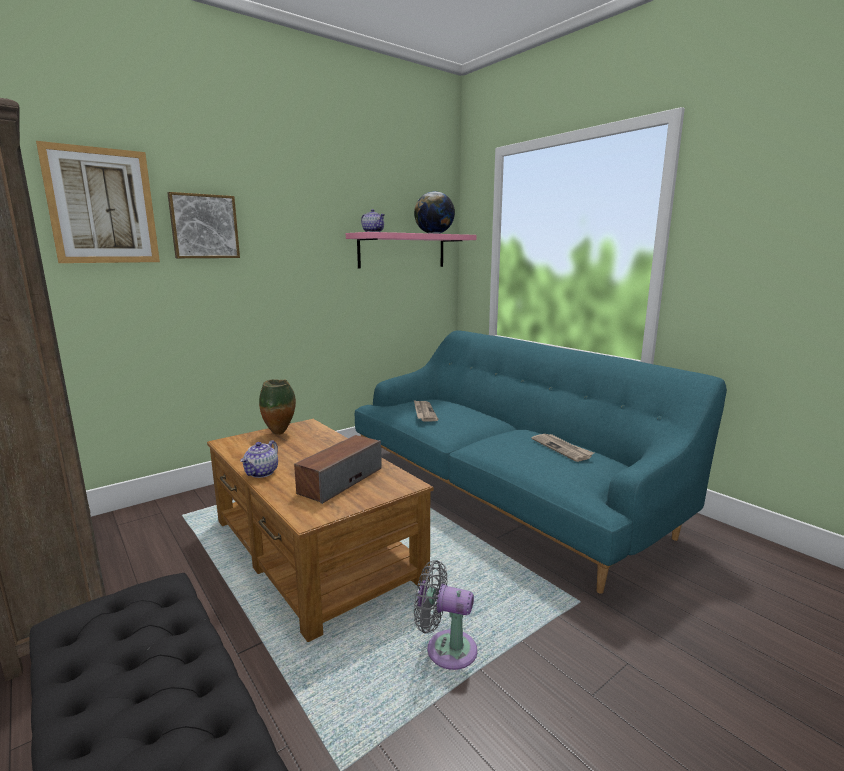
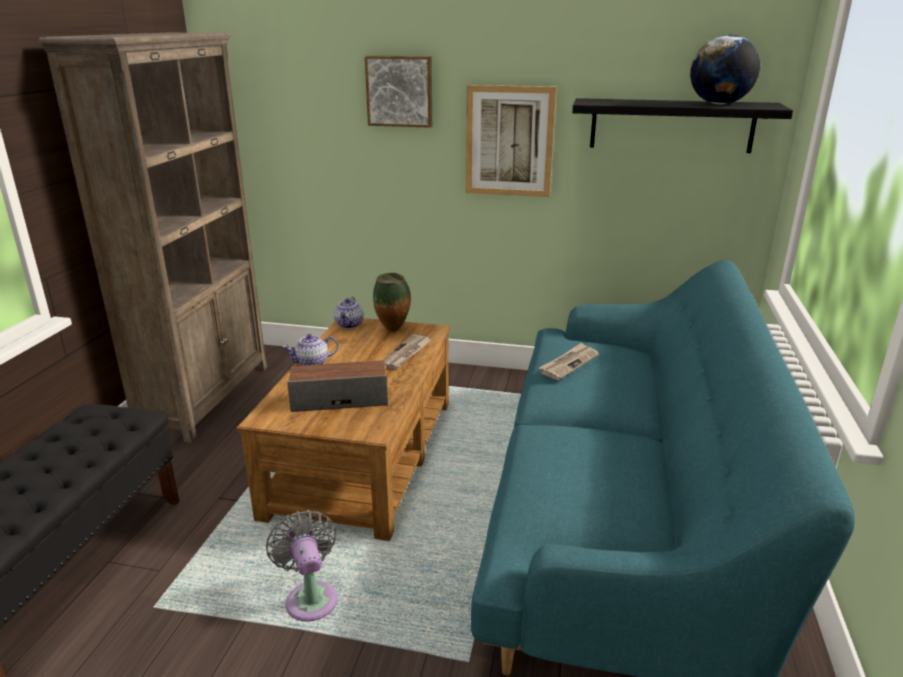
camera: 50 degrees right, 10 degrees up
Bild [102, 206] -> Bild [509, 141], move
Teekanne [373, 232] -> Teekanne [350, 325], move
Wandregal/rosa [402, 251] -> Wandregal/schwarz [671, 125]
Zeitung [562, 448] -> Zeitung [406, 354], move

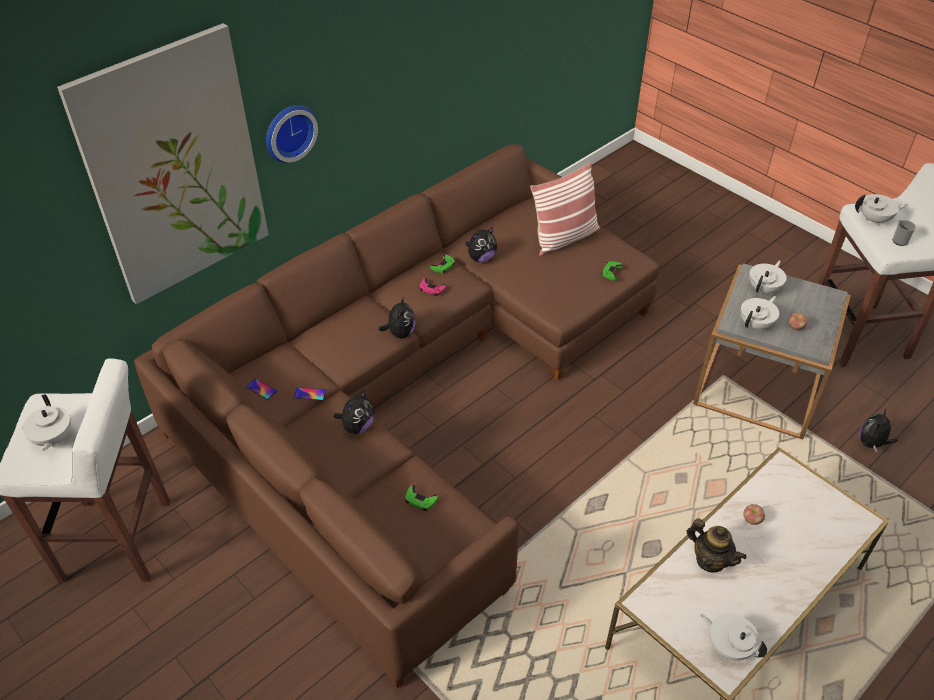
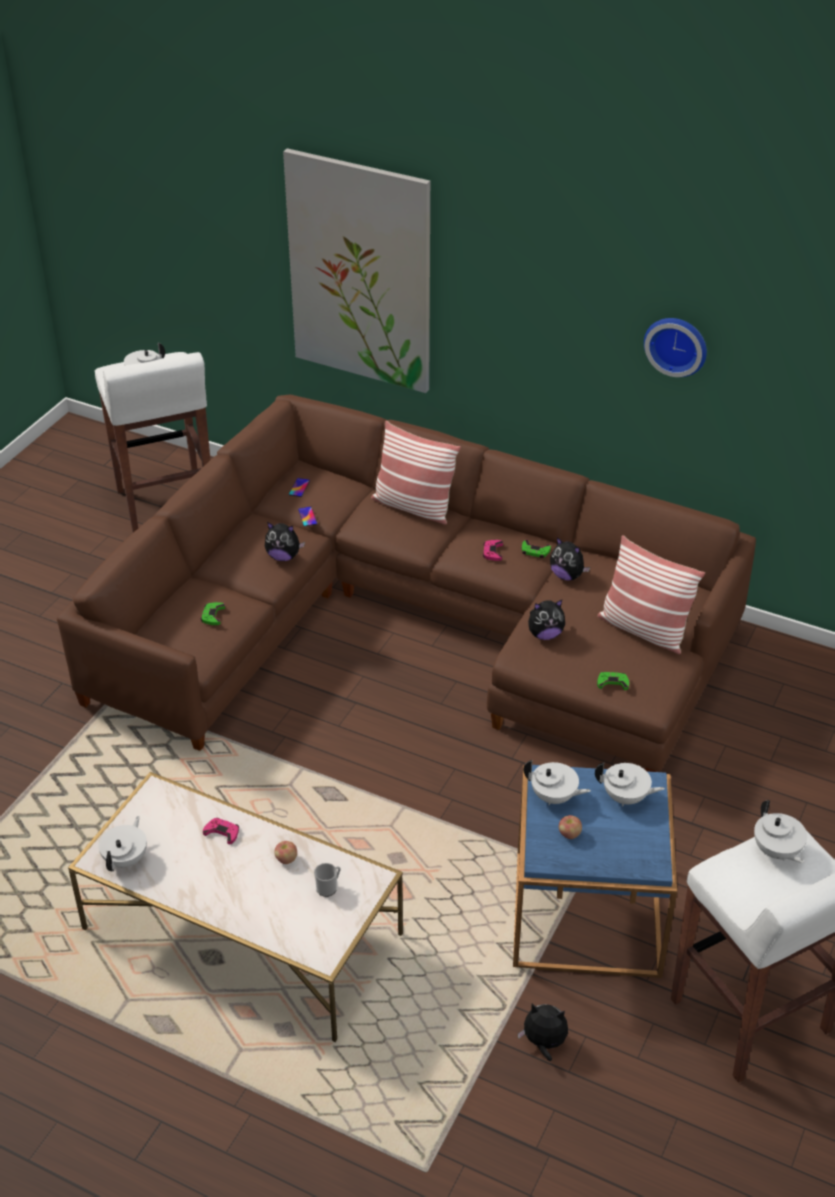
camera: 70 degrees right, 5 degrees down
Wanduhr [288, 131] -> Wanduhr [677, 344], move
Henkelbecher [899, 239] -> Henkelbecher [328, 887], move
Beistelltisch/grau [758, 385] -> Beistelltisch/blau [587, 913]
Plüschtier [400, 333] -> Plüschtier [545, 634], move
Teekanne [710, 560] -> Gamepad/rosa [222, 832]
none -> Kissen [413, 506]

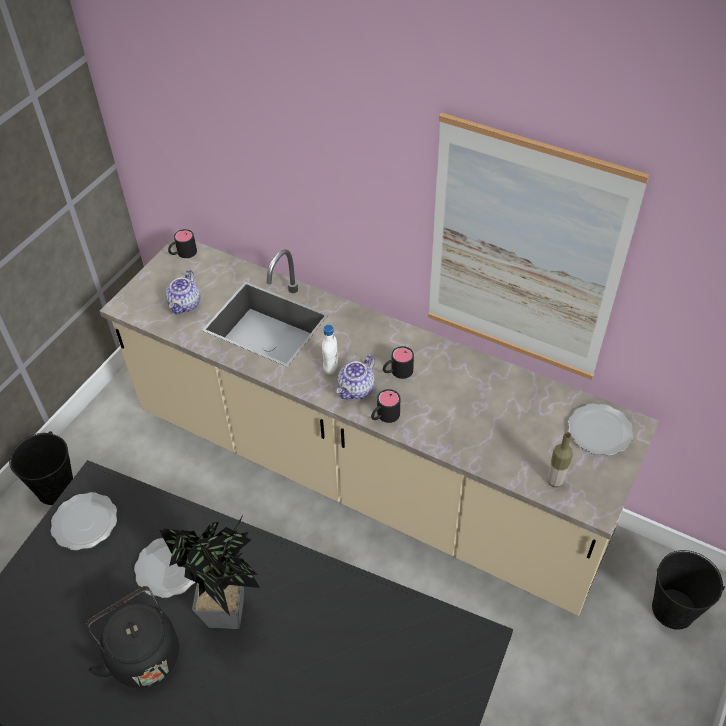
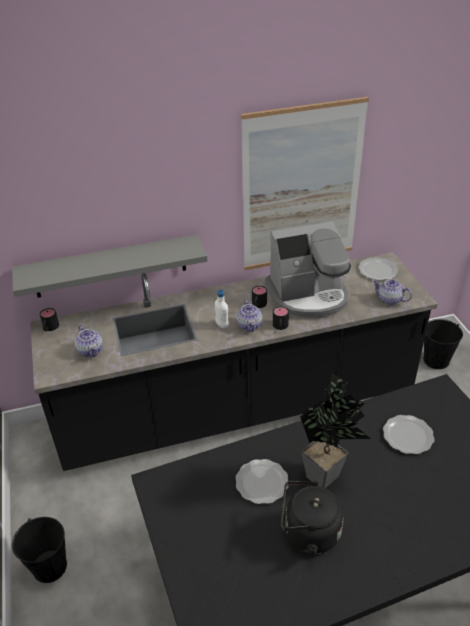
camera: 45 degrees left, 10 degrees down
Küchenzeile/beige [366, 476] -> Küchenzeile/schwarz [238, 410]
Flasche [555, 481] -> Teekanne [389, 300]
Teller [86, 522] -> Teller [407, 435], move
none -> Kaffeemaschine [308, 296]
none -> Wandregal/grau [110, 266]

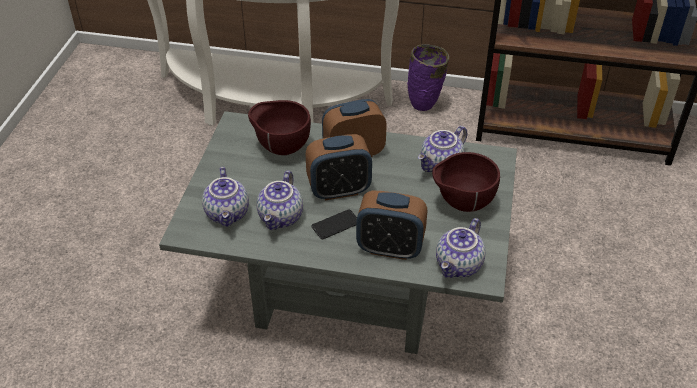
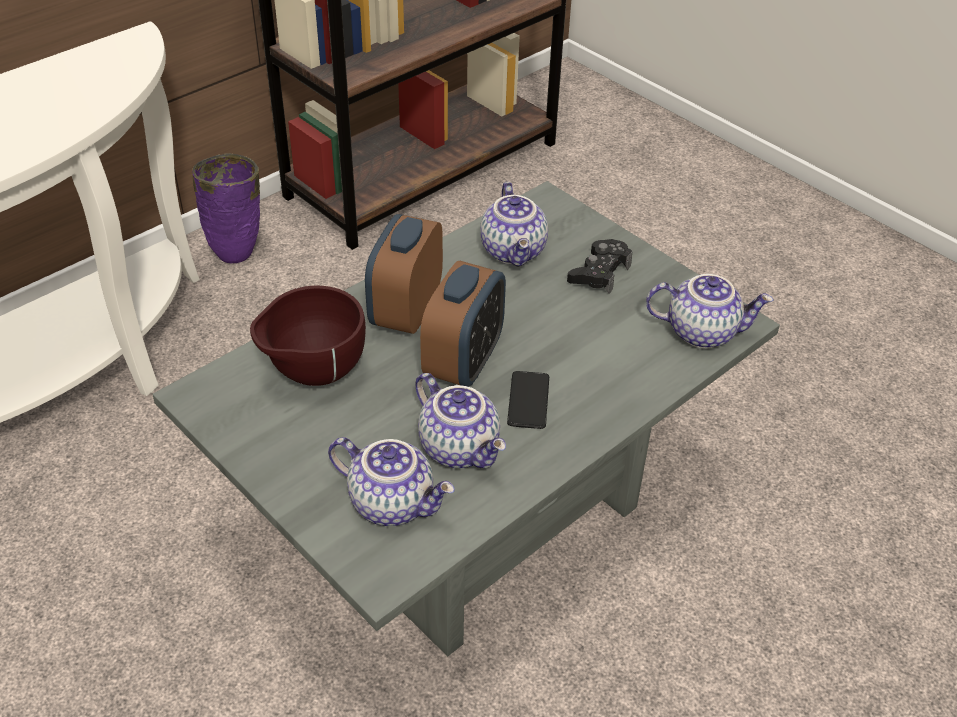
camera: 55 degrees left, 0 degrees up
Schüssel/braun [462, 204] -> Gamepad/schwarz [599, 272]
Wecker [390, 248] -> none
Teekanne [459, 266] -> Teekanne [702, 331], 60 degrees counterclockwise

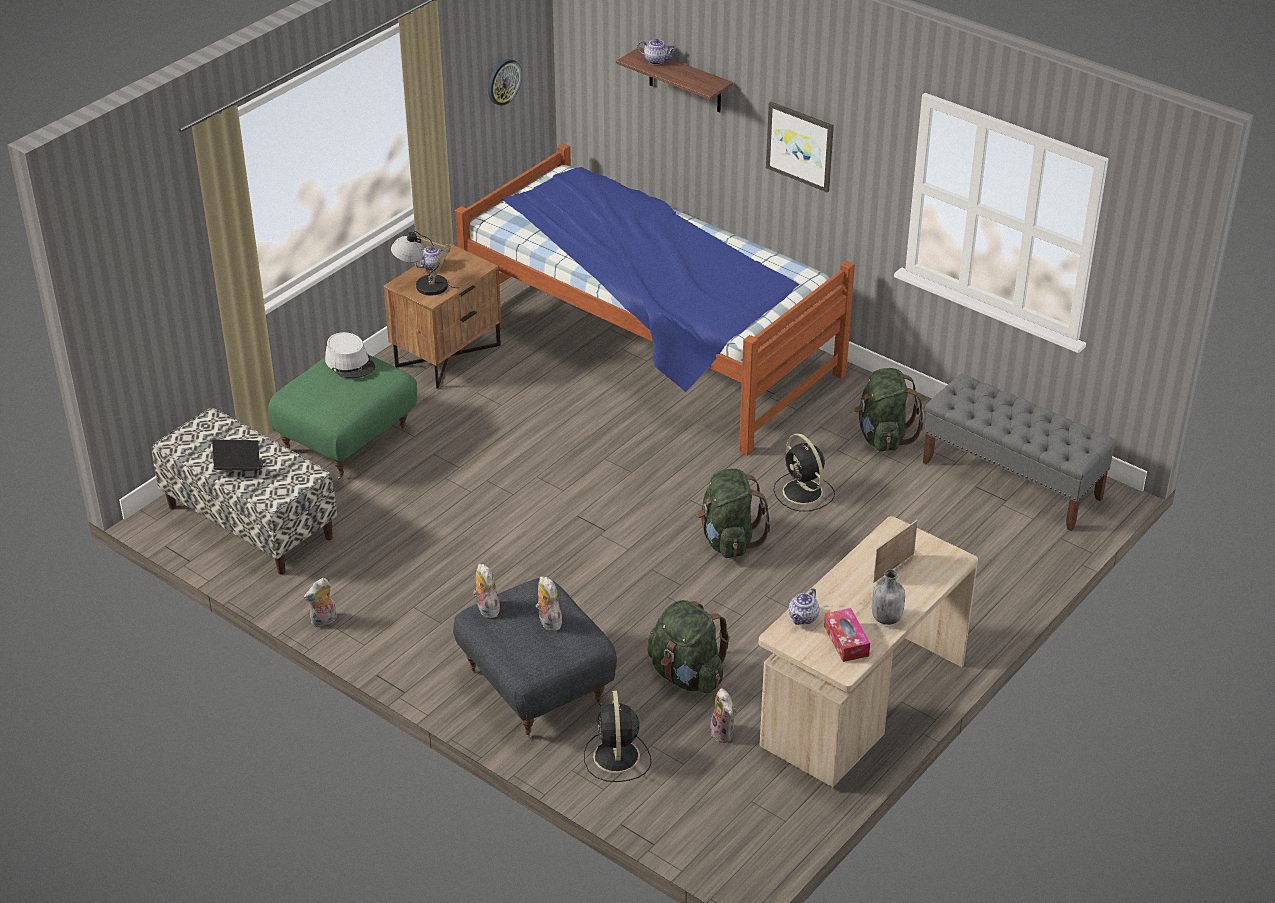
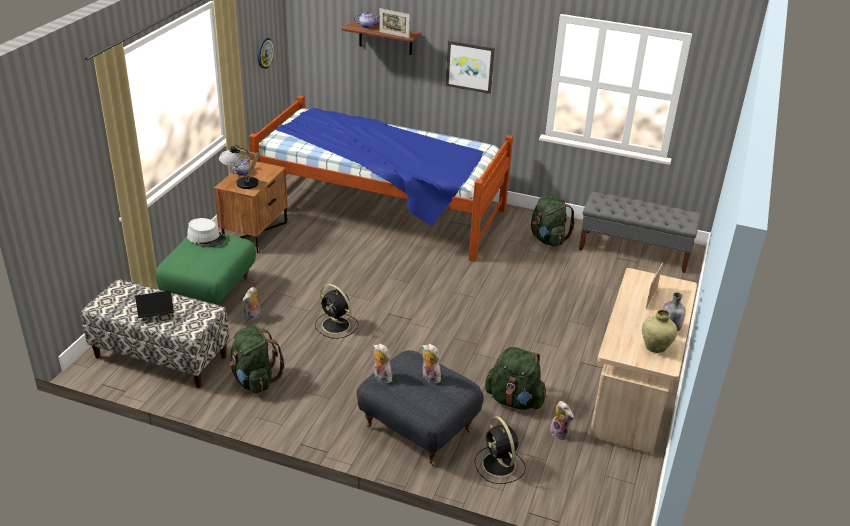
camera: 20 degrees left, 5 degrees down
Ventilator/schwarz [803, 493] -> Ventilator/schwarz [337, 326], move
Rucksack/grün [729, 540] -> Rucksack/grün [254, 380], move
Plüschtier [324, 621] -> Plüschtier [253, 317], move
Teekanne [803, 618] -> none
Taschentuchbox [846, 641] -> Vase/beige [655, 347]
none -> Bilderrahmen [394, 34]

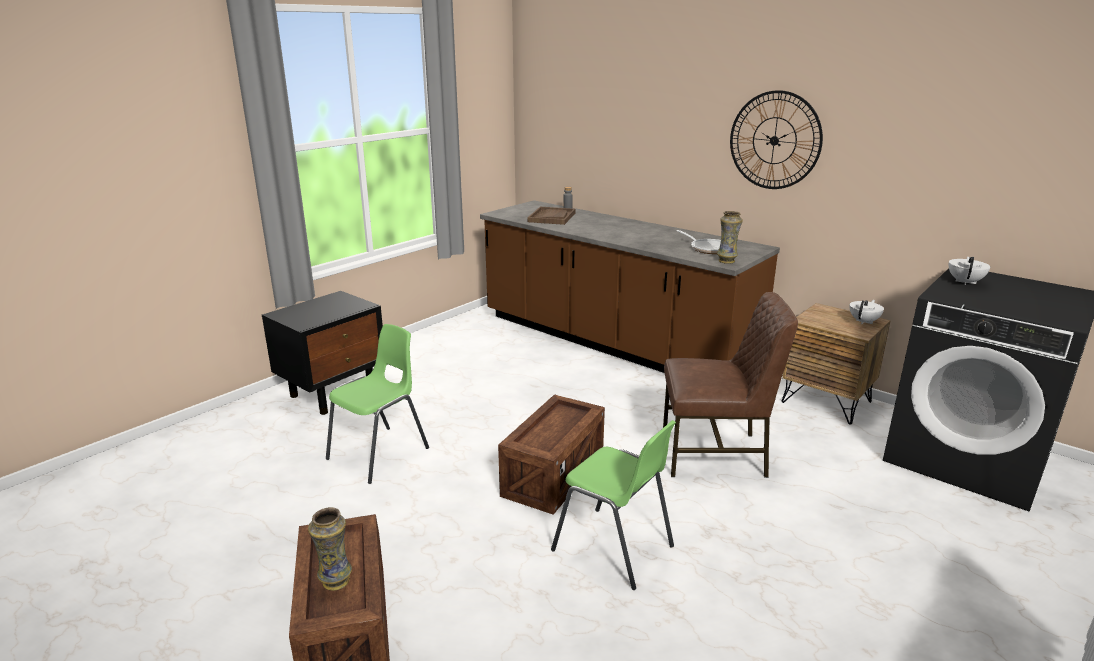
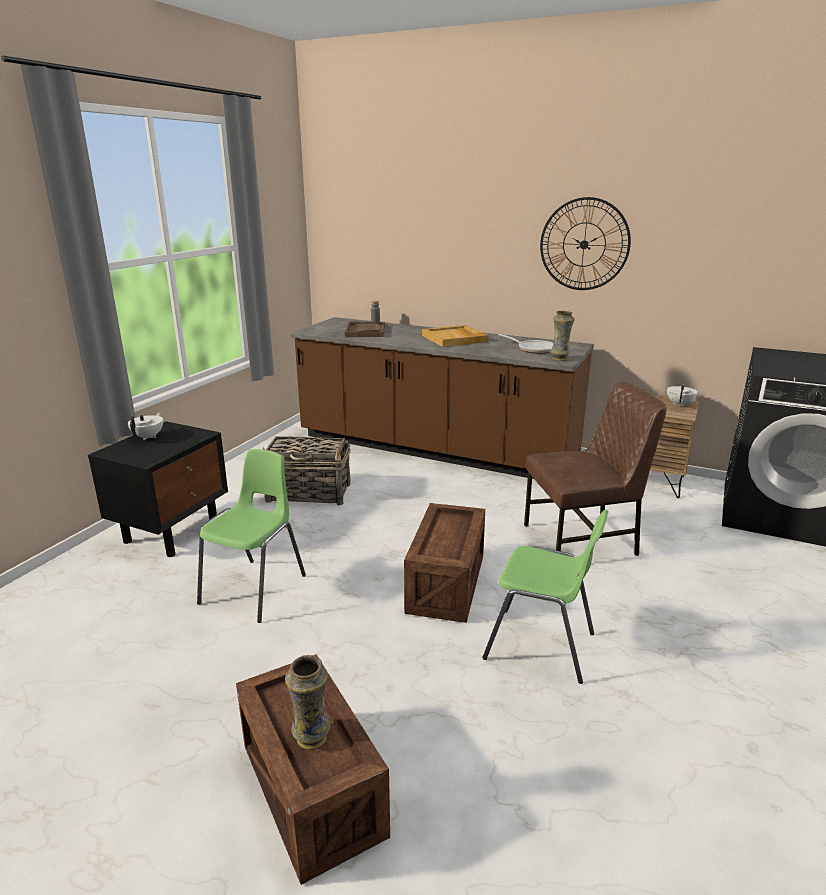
camera: 15 degrees left, 0 degrees up
Teekanne/weiß [965, 282] -> Teekanne/weiß [149, 437], move
none -> Tablett/beige [455, 339]
none -> Korb [309, 493]

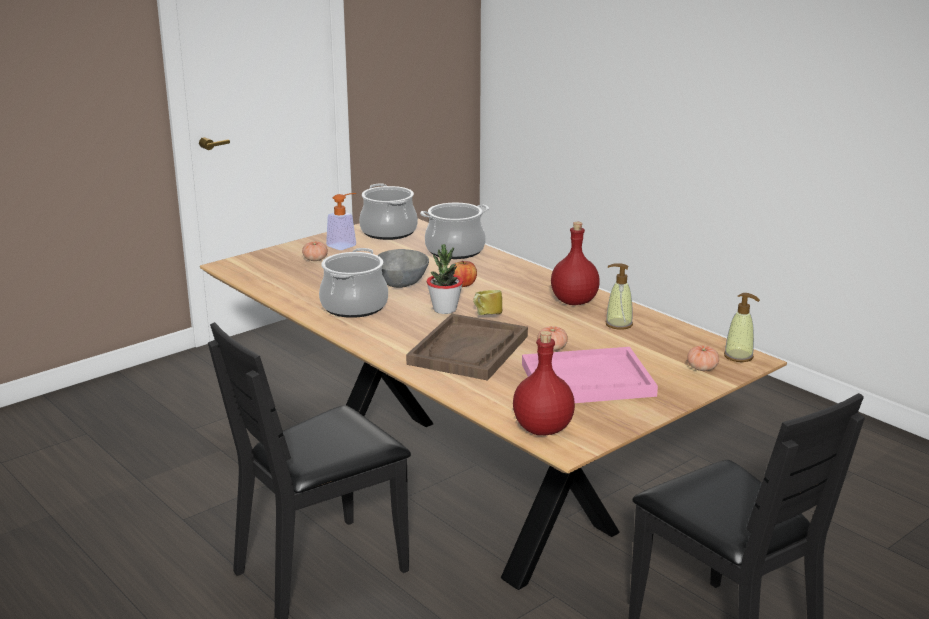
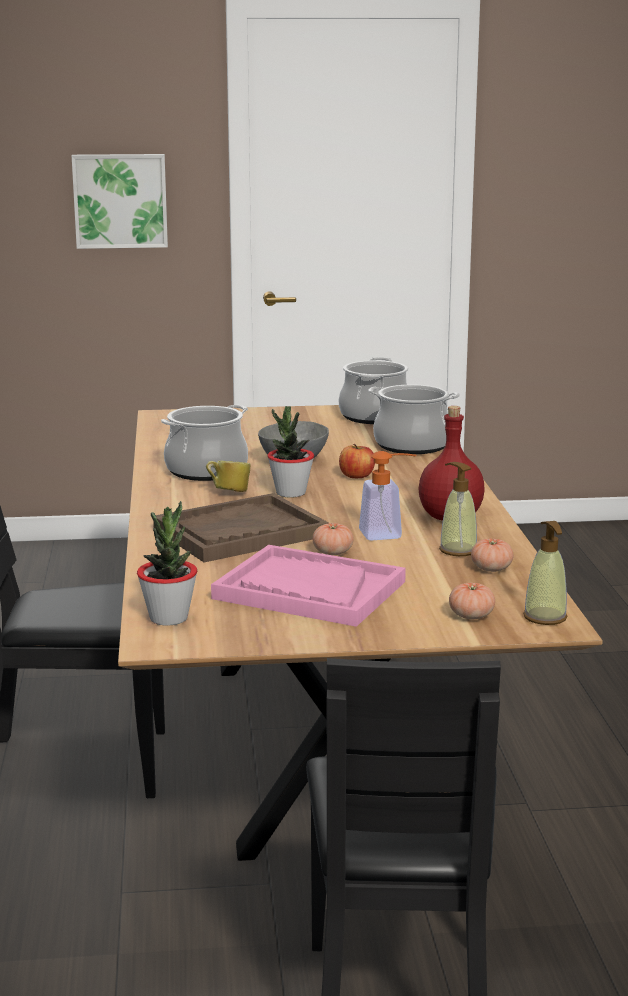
camera: 35 degrees right, 5 degrees down
Seifenspender [345, 245] -> Seifenspender [388, 534], move
Tomate [315, 259] -> Tomate [491, 569], move
Henkelbecher [486, 316] -> Henkelbecher [228, 493], move
Flasche/rot [542, 428] -> Topfpflanze [169, 618]
none -> Bild [120, 200]

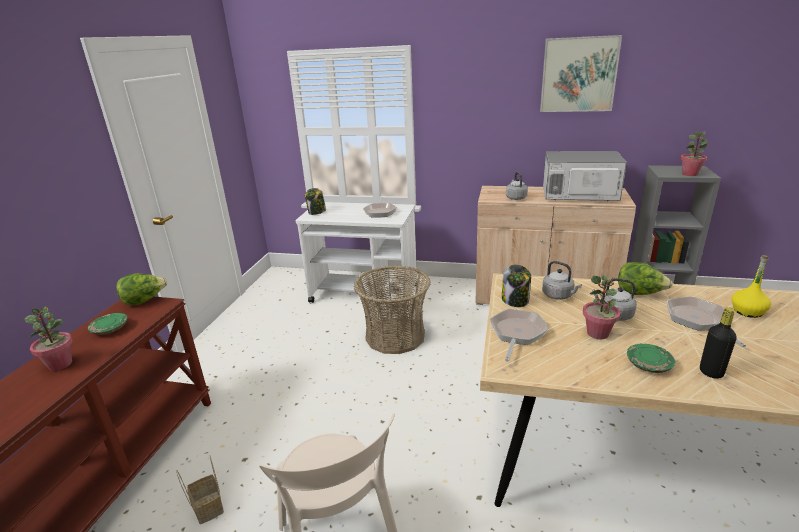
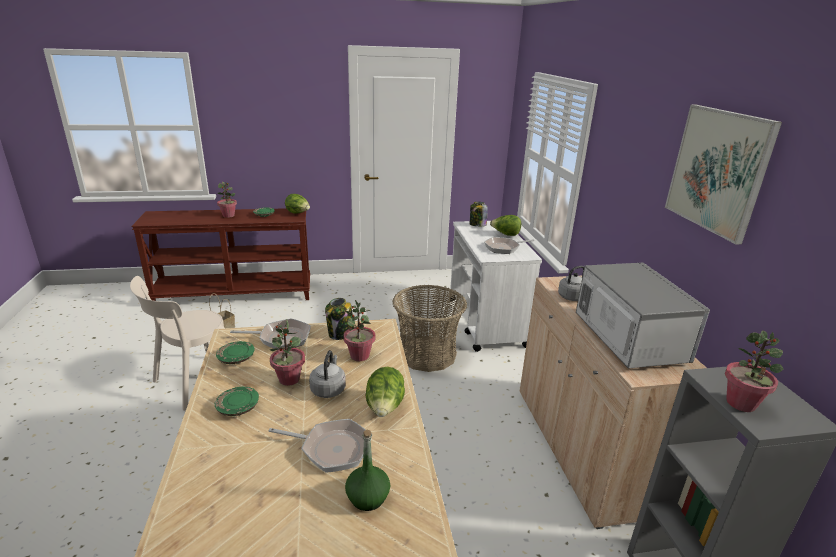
camera: 65 degrees right, 0 degrees up
Flasche/gelb [747, 311] -> Flasche/grün [368, 497]
Wasserkessel/grau [559, 296] -> Topfpflanze [359, 356]
Pfanne [698, 320] -> Pfanne [331, 448], 45 degrees clockwise
Flasche/schwarz [711, 372] -> none
none -> Salatkopf [505, 234]
none -> Teller/grün [236, 358]

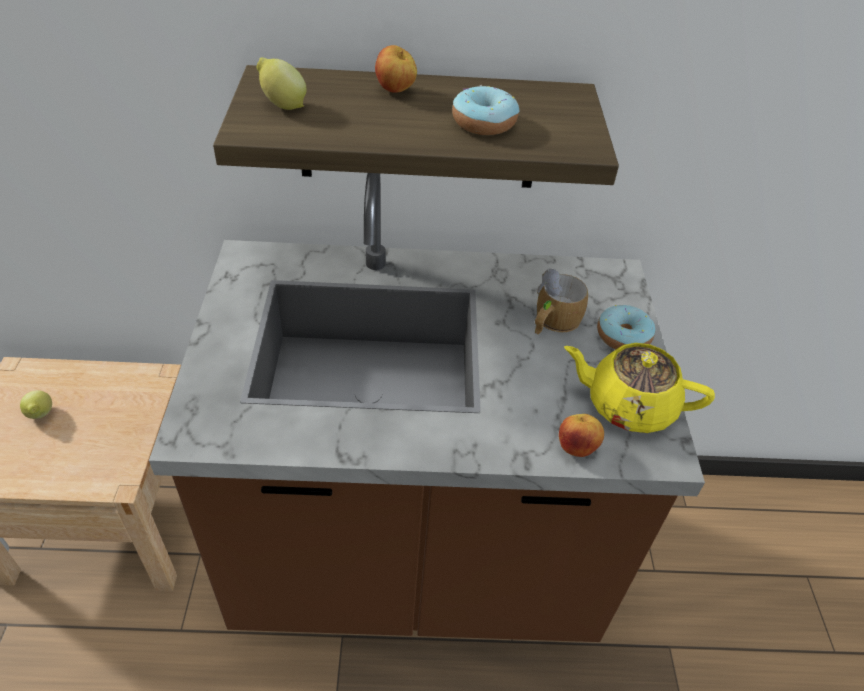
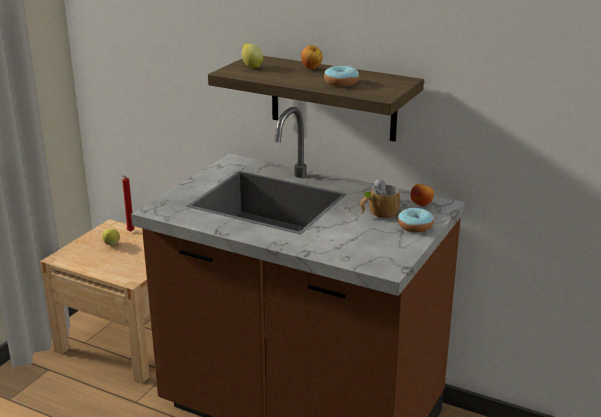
camera: 30 degrees right, 20 degrees down
Teekanne/gelb [628, 405] -> none
Apfel [576, 447] -> Apfel [421, 205], move
none -> Kerze/rot [130, 232]

